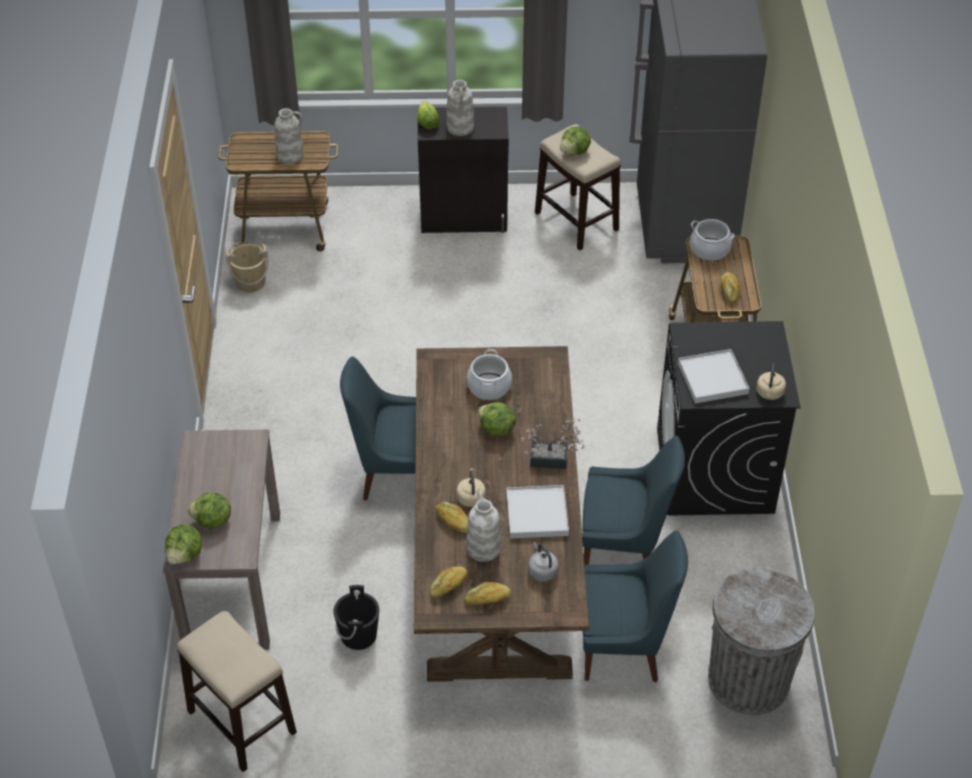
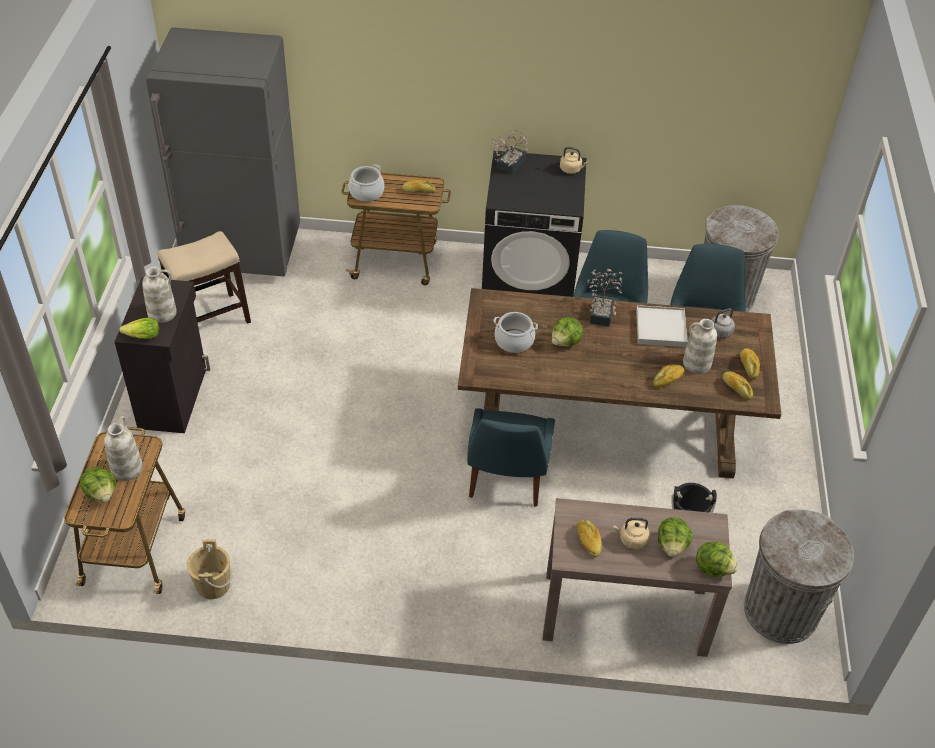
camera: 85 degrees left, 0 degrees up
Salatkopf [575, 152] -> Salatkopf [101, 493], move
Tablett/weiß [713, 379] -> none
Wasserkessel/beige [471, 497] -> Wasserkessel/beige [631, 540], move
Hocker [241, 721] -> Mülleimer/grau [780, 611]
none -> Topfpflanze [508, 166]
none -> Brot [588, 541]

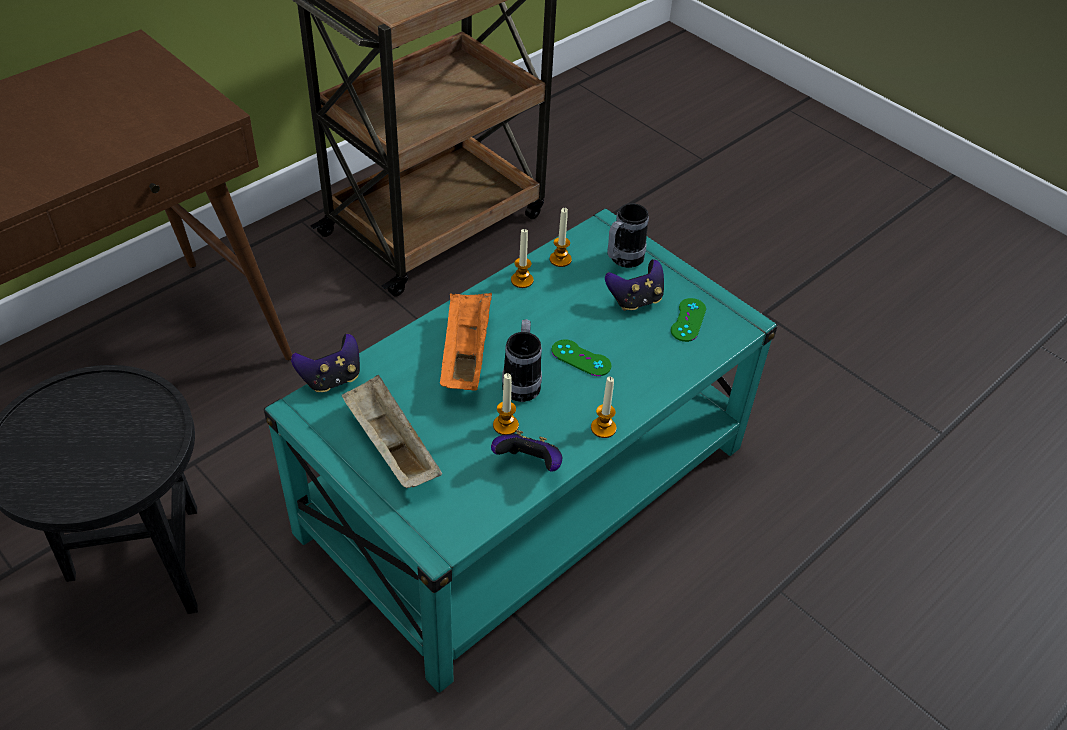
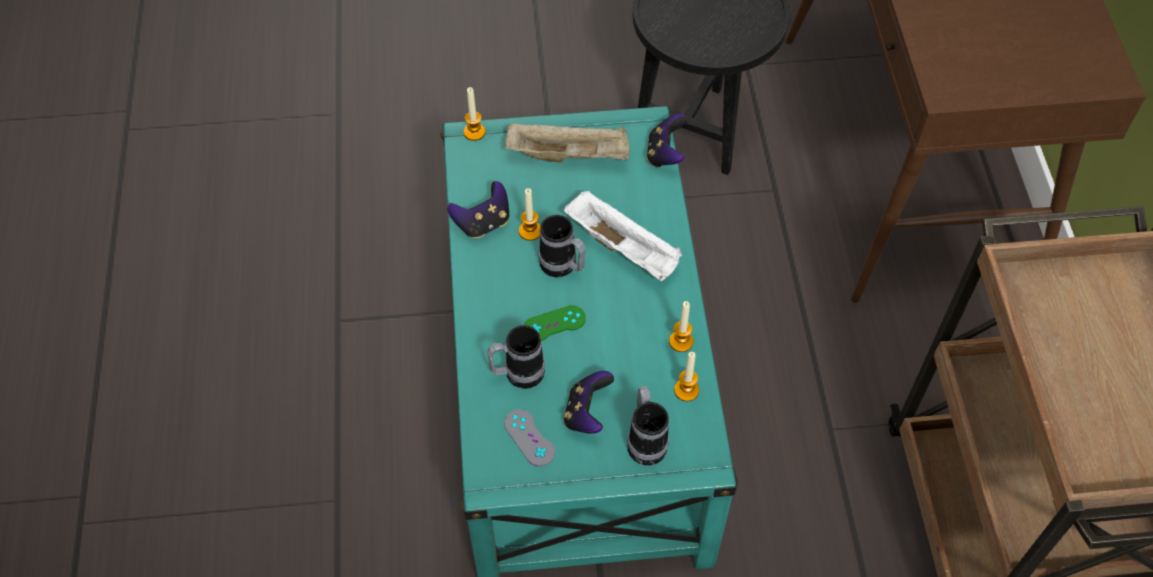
camera: 130 degrees right, 10 degrees up
Tablett/orange [465, 354] -> Tablett/weiß [624, 248]
Gamepad/grün [688, 320] -> Gamepad/grau [529, 438]
Kerze [603, 428] -> Kerze [474, 132], move
none -> Henkelbecher [517, 374]

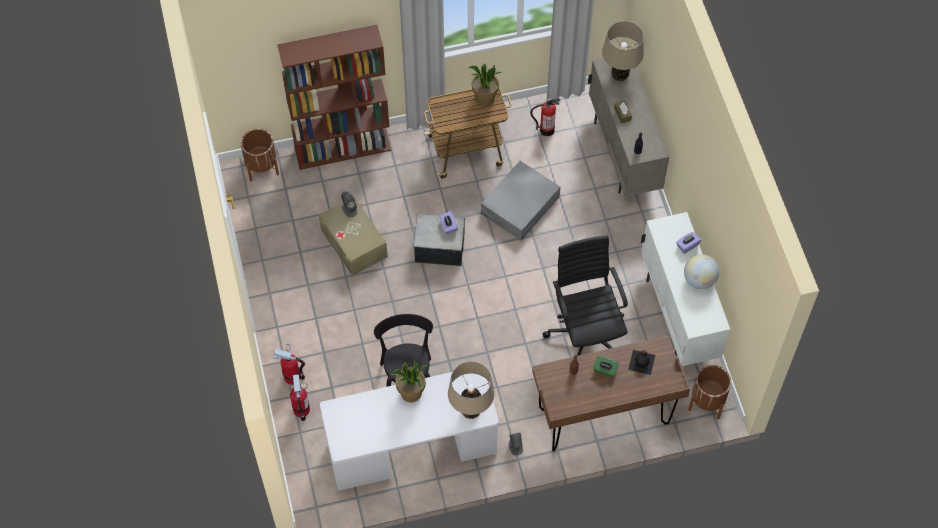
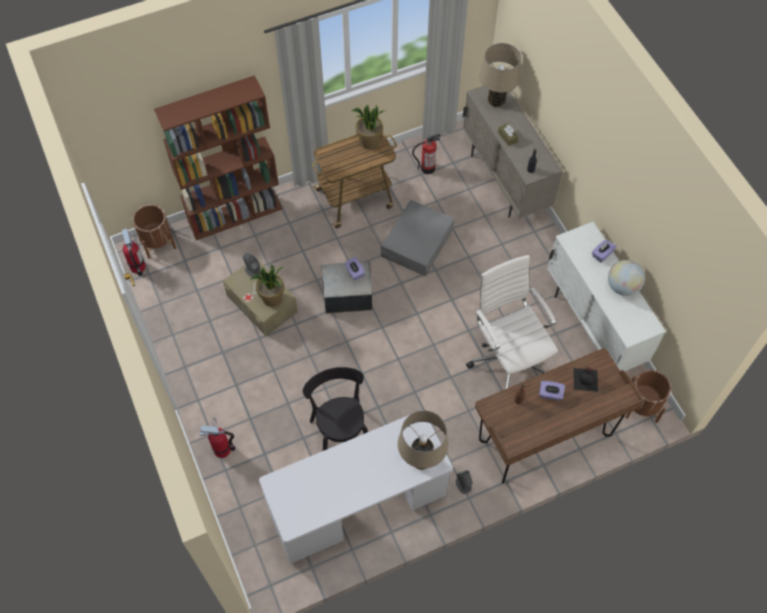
camera: 10 degrees left, 0 degrees up
Bürostuhl/schwarz [586, 334] -> Bürostuhl/weiß [508, 358]
Taschentuchbox/grün [605, 370] -> Taschentuchbox/lila [550, 394]
Topfpflanze [411, 393] -> Topfpflanze [272, 299], move
Feuerlöscher [301, 410] -> Feuerlöscher [138, 267], move

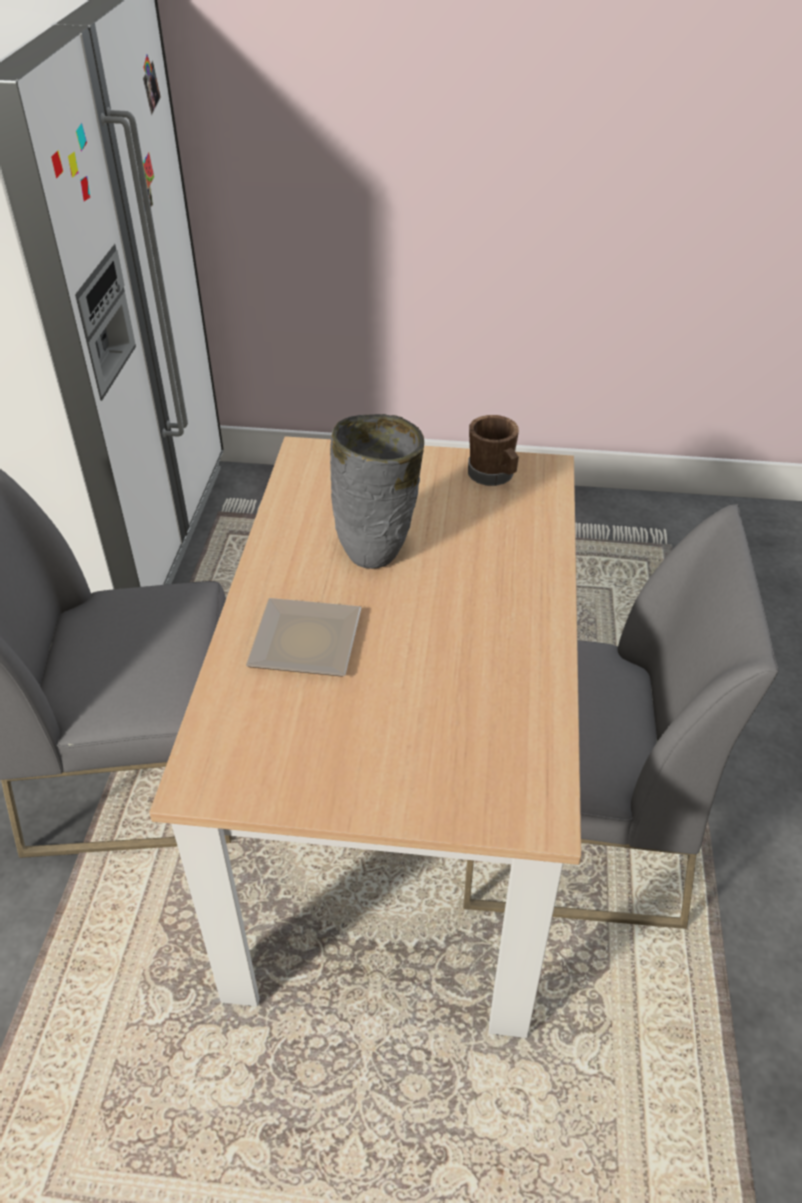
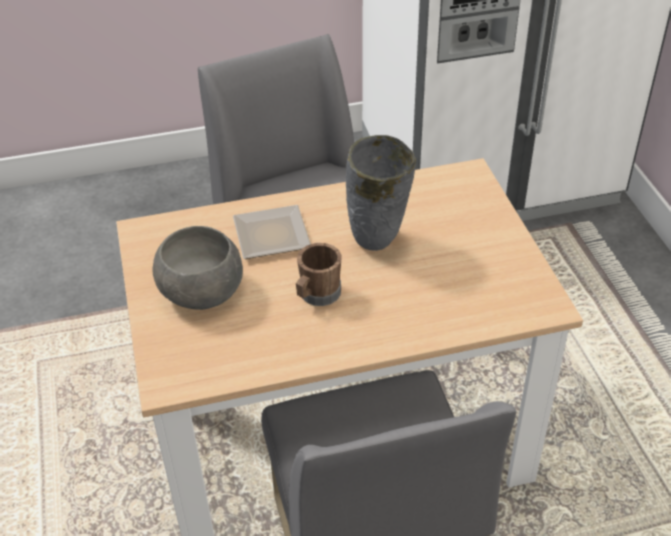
camera: 70 degrees right, 0 degrees up
Henkelbecher/braun [493, 476] -> Henkelbecher/braun [317, 295], move
none -> Schüssel/grau [202, 291]

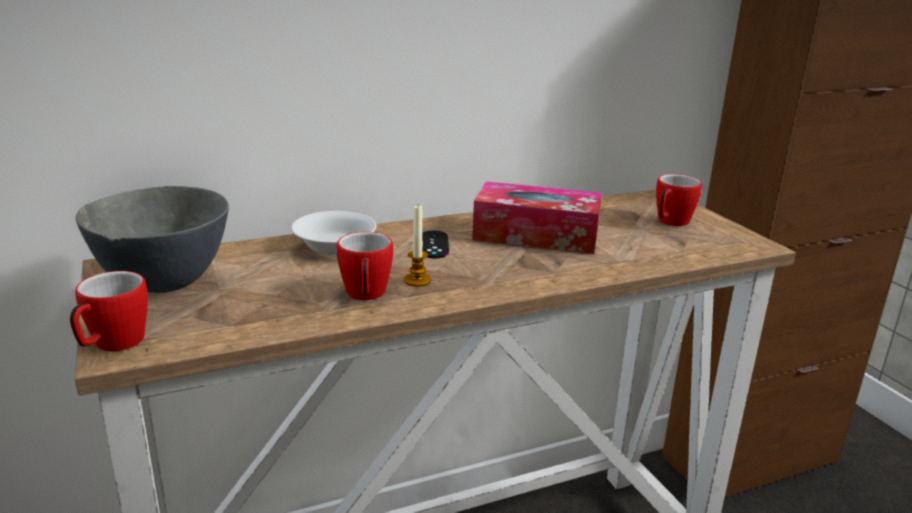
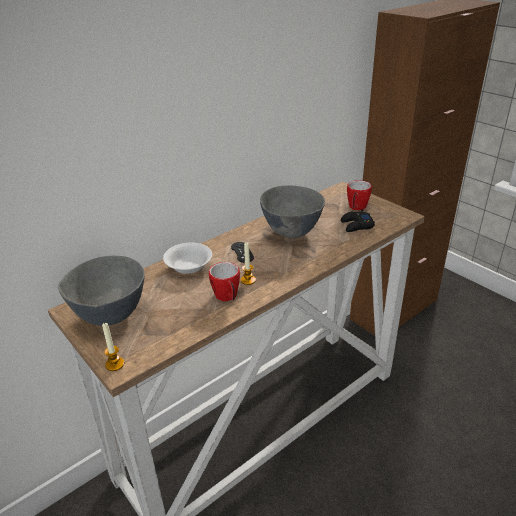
camera: 15 degrees left, 10 degrees up
Taschentuchbox [536, 235] -> Schüssel/grau [292, 232]
Henkelbecher [112, 345] -> Kerze [115, 364]
none -> Gamepad/schwarz [356, 225]

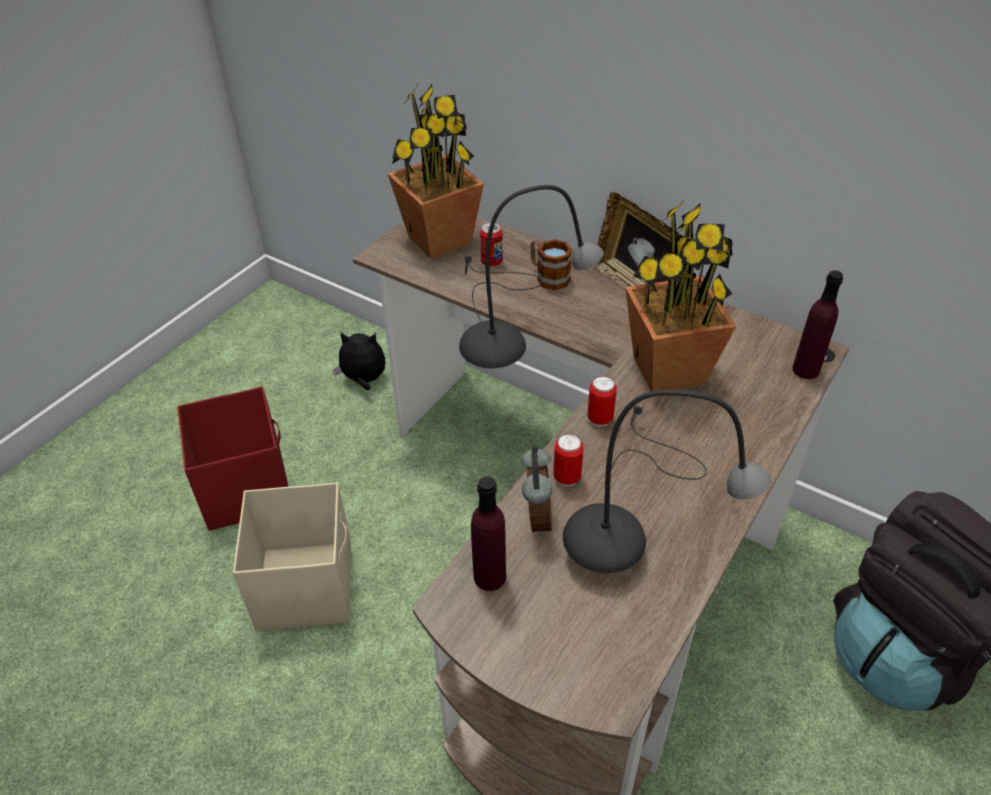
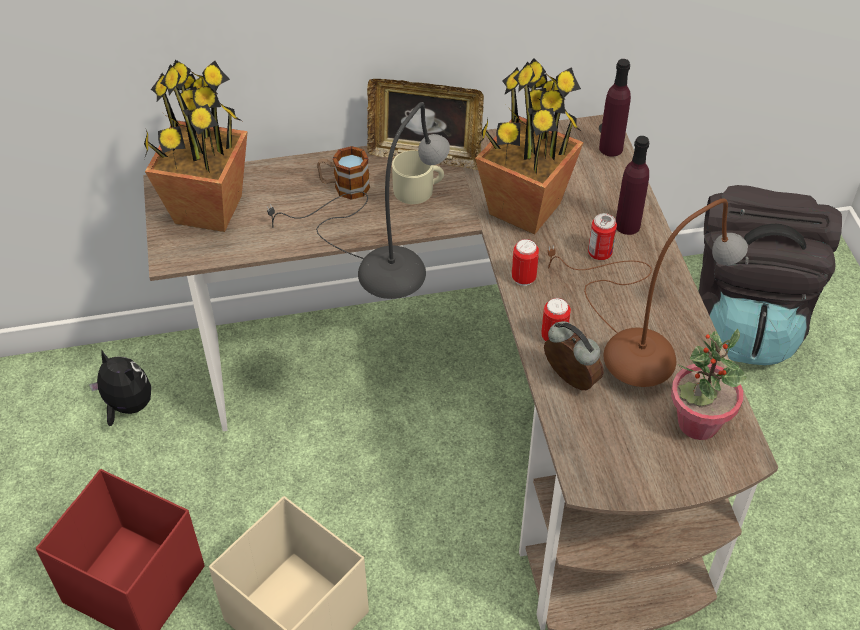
camera: 45 degrees left, 5 degrees up
Dose [491, 262] -> Dose [600, 253], move
Plüschtier [364, 380] -> Plüschtier [127, 406], 75 degrees clockwise
Tischlampe/grau [637, 529] -> Tischlampe/braun [637, 339]
Flasche/lila [489, 576] -> Flasche/lila [627, 225], move
none -> Henkelbecher/beige [418, 189]
none -> Topfpflanze [697, 423]

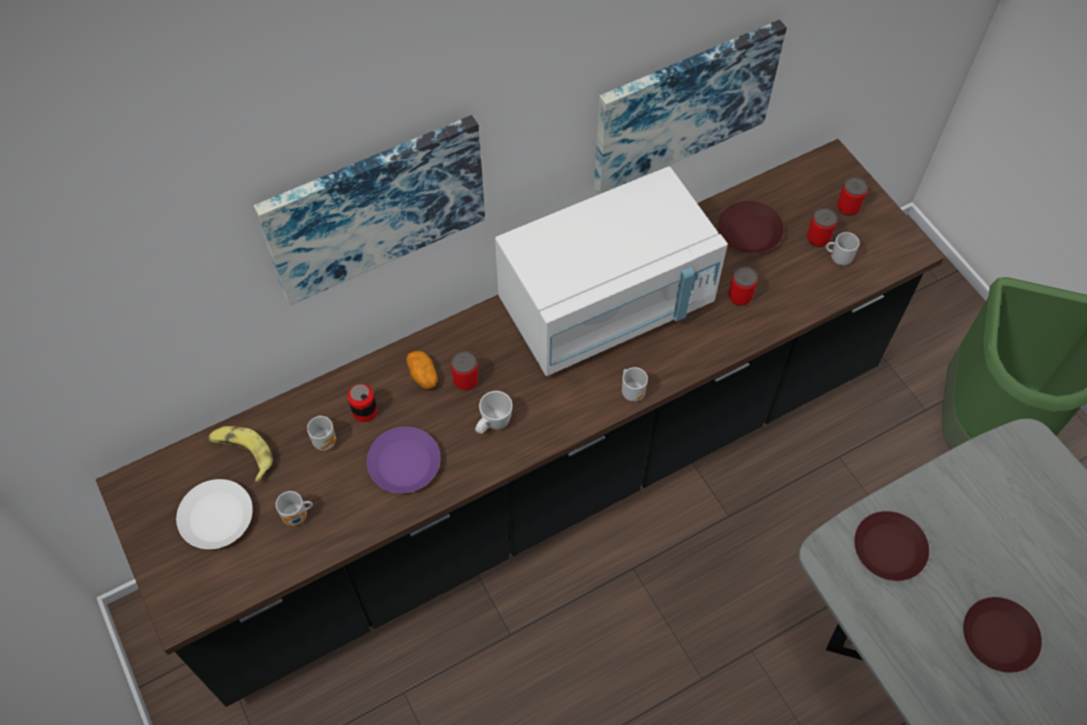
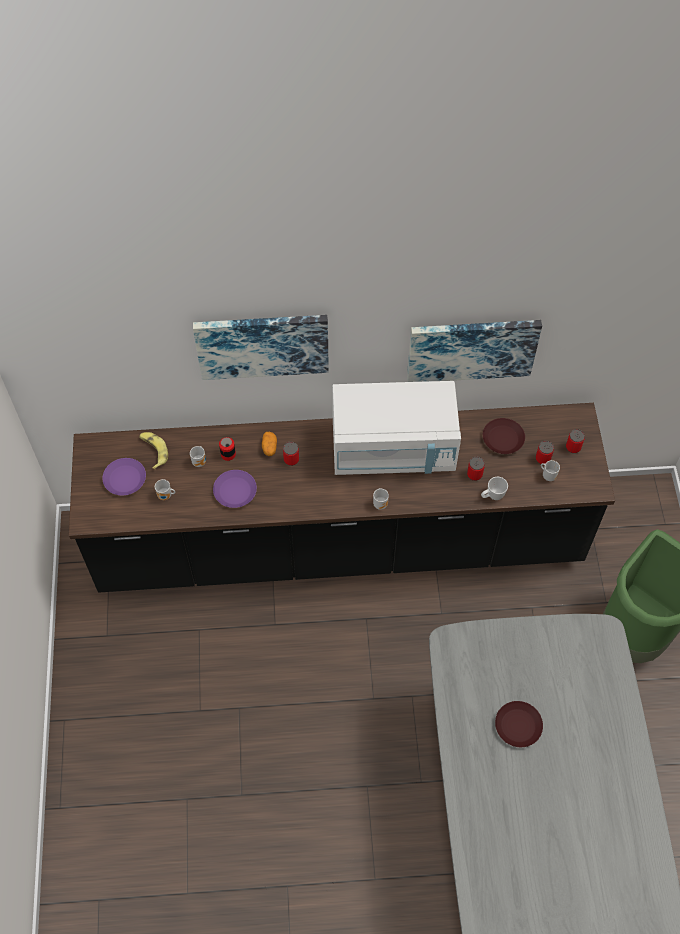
camera: 25 degrees right, 0 degrees up
Henkelbecher/weiß [492, 425] -> Henkelbecher/weiß [492, 496], move
Teller/weiß [216, 517] -> Teller/lila [124, 479]
Teller/braun [889, 548] -> none

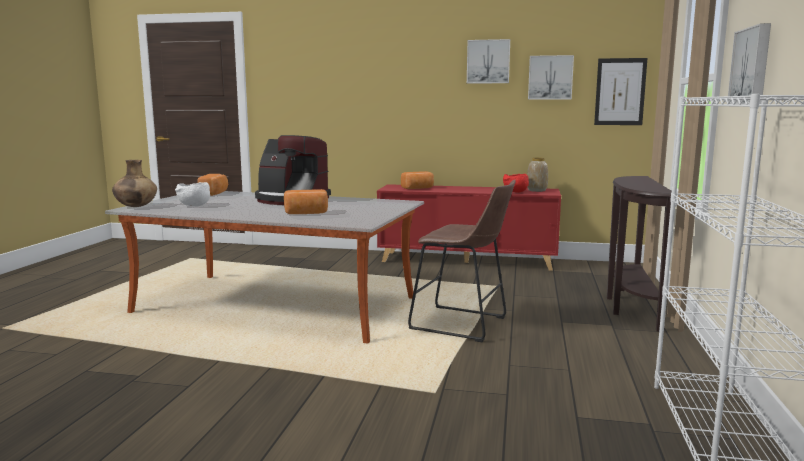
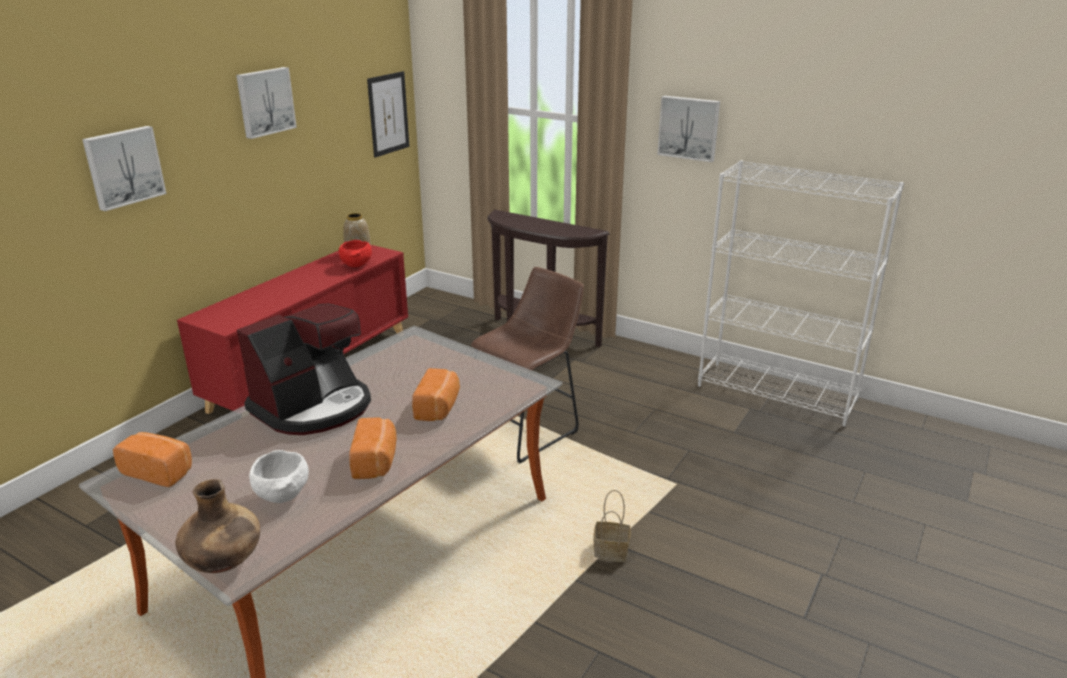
camera: 70 degrees left, 15 degrees up
Bild [550, 77] -> Bild [123, 167], move
Brot [418, 188] -> Brot [376, 461], move
none -> Korb [609, 552]

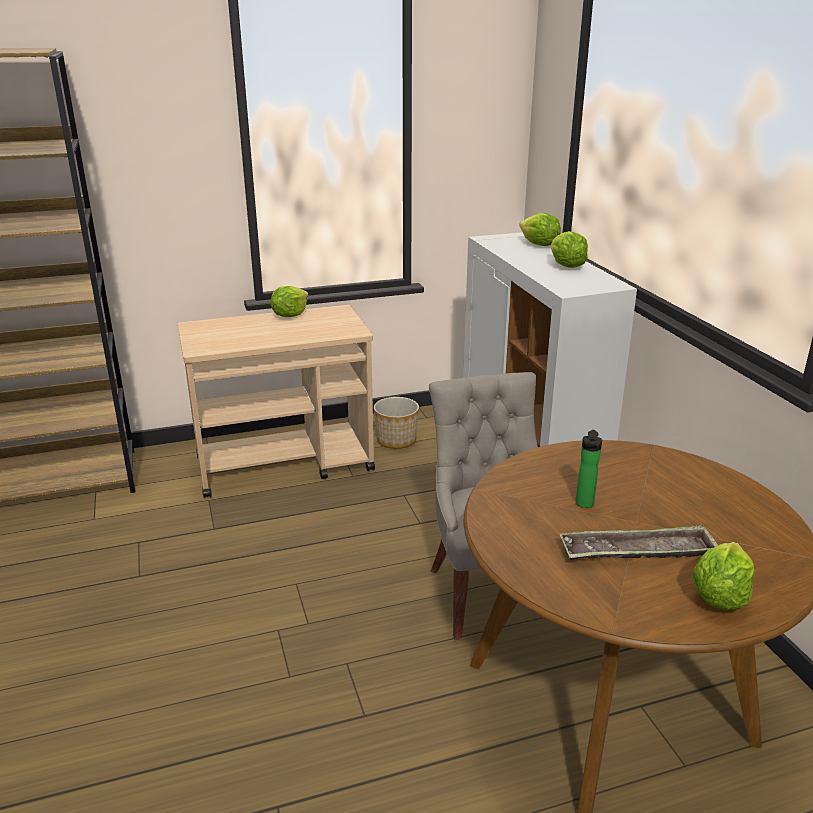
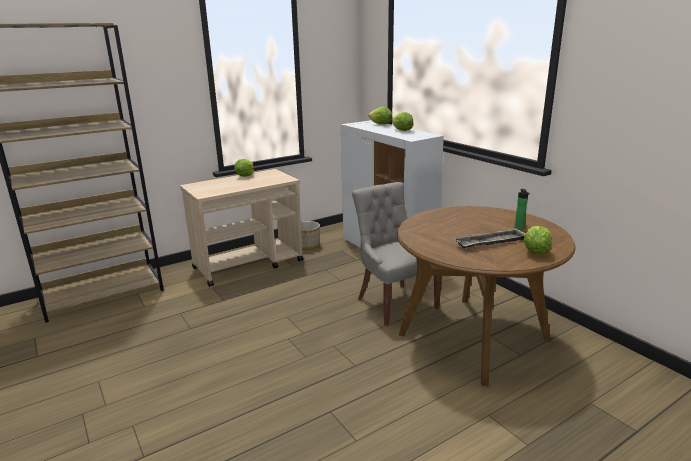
camera: 15 degrees left, 5 degrees down
Flasche [584, 505] -> Flasche [519, 228], move

